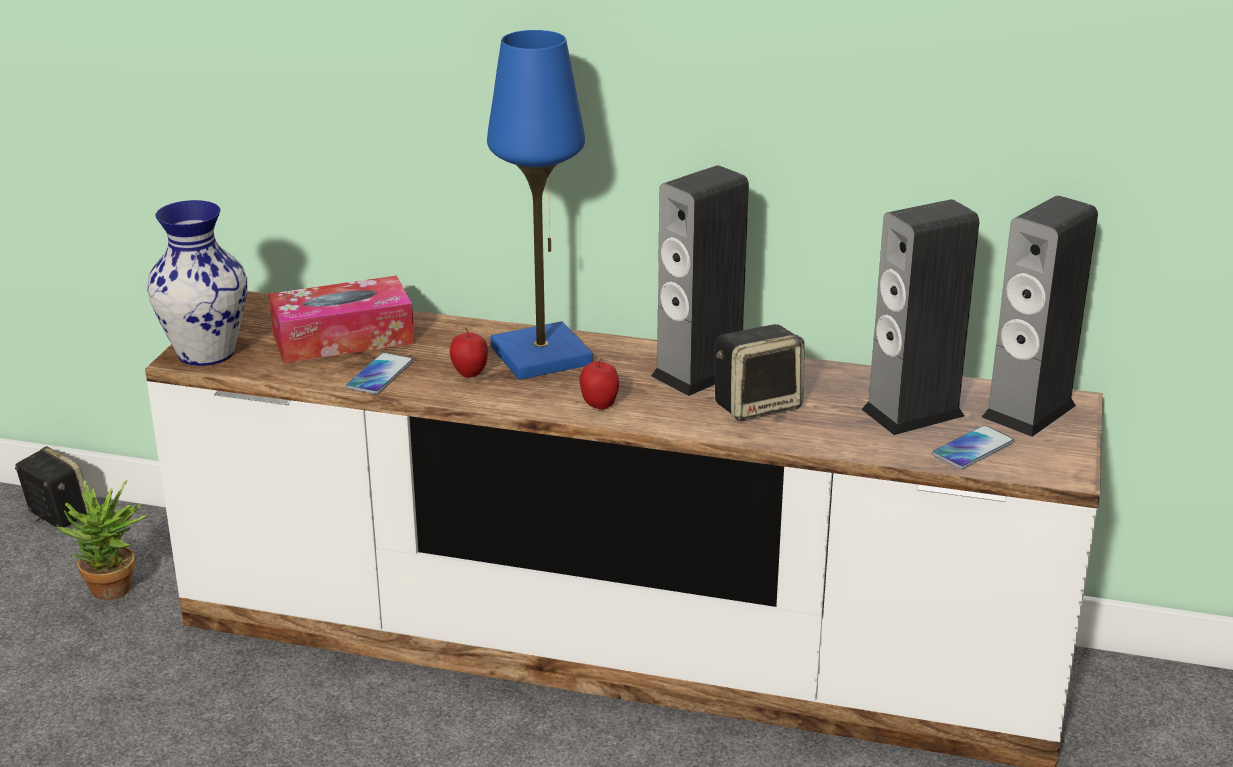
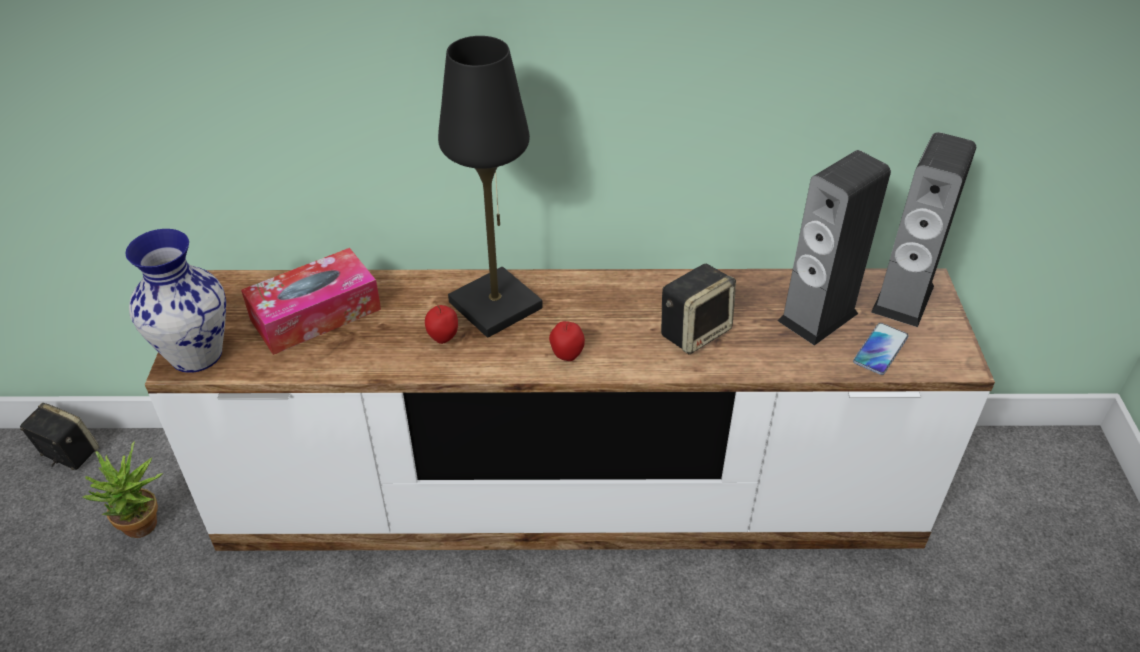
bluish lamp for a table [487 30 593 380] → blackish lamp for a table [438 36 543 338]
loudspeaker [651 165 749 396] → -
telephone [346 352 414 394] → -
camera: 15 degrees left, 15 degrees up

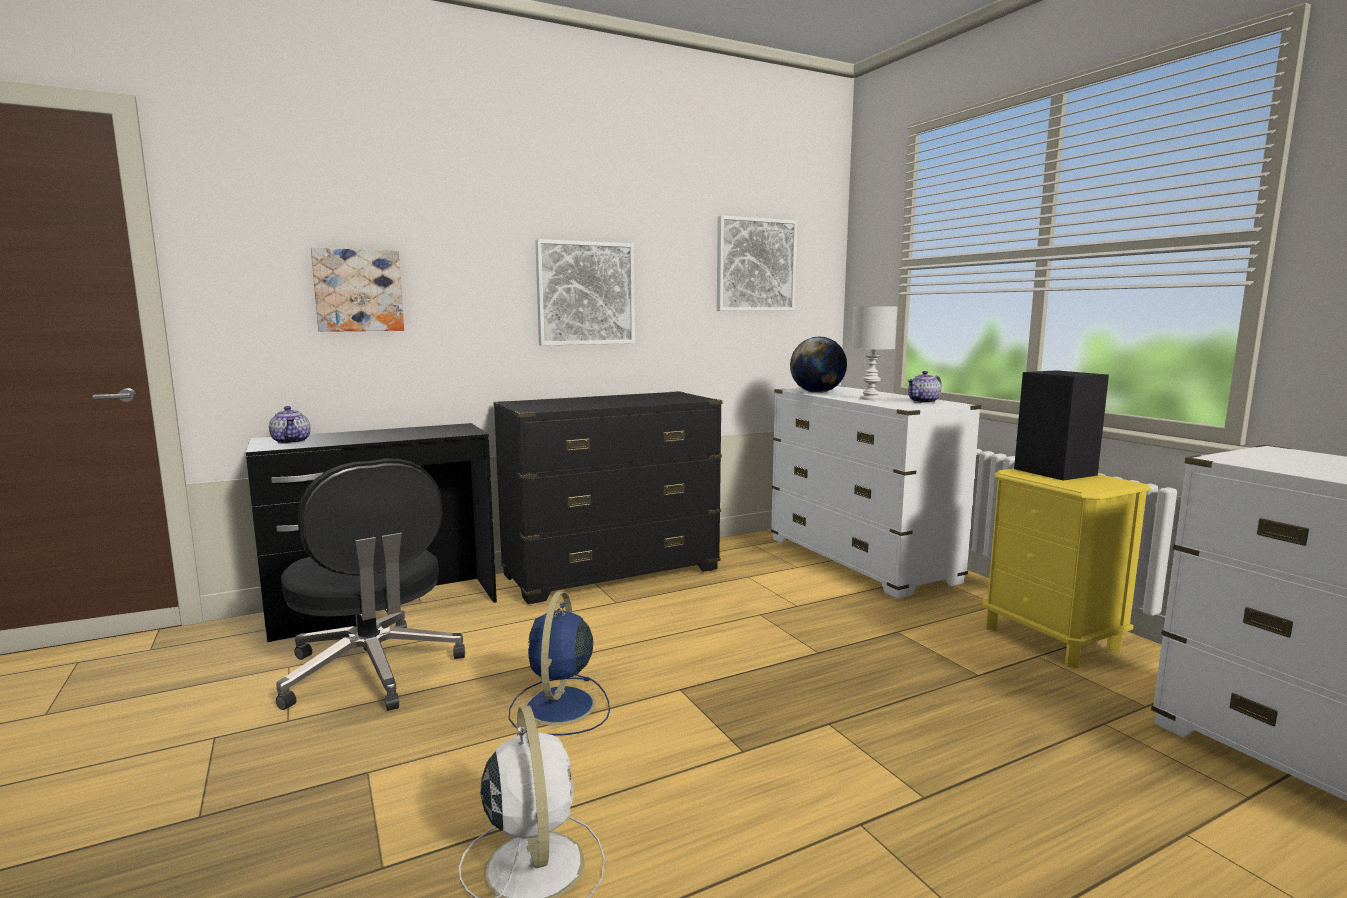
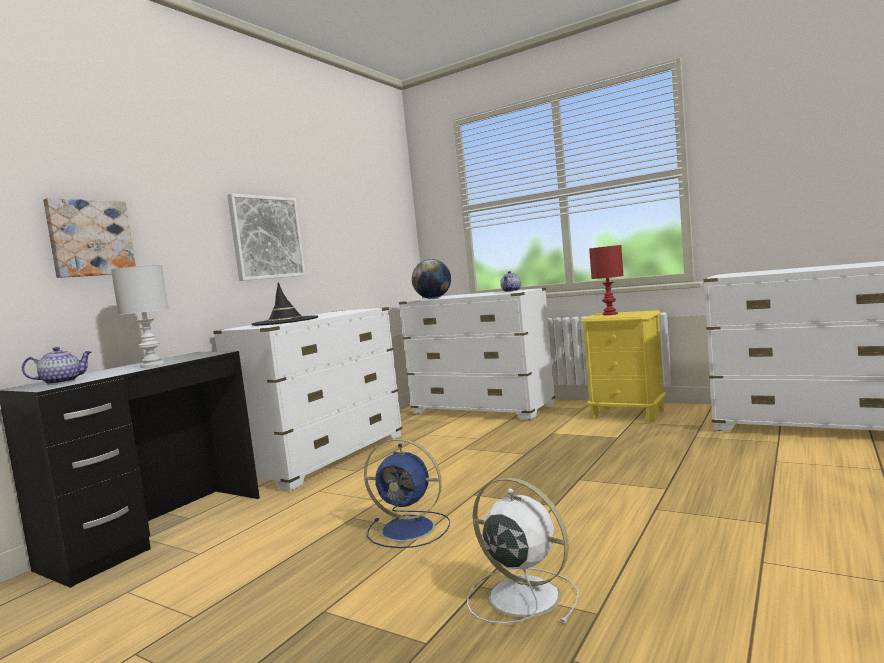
wall picture [717 215 797 311] → -
white-coloured lamp for a table [852 306 898 400] → white-coloured lamp for a table [111 265 169 368], move
blackish loudspeaker [1014 370 1109 480] → red lamp for a table [589 245 624 315]
blackish chest of drawers [493 391 722 604] → white-coloured chest of drawers [213 307 403 491]
pot for tea [269 406 311 444] → pot for tea [22 347 92 385], 60 degrees counterclockwise
blackish office chair [276 459 465 711] → -
bluish cooling fan [509 591 610 736] → bluish cooling fan [364 439 450 548], 45 degrees counterclockwise
- → blackish wearable hat [251 282 318 326]
camera: 30 degrees left, 5 degrees down

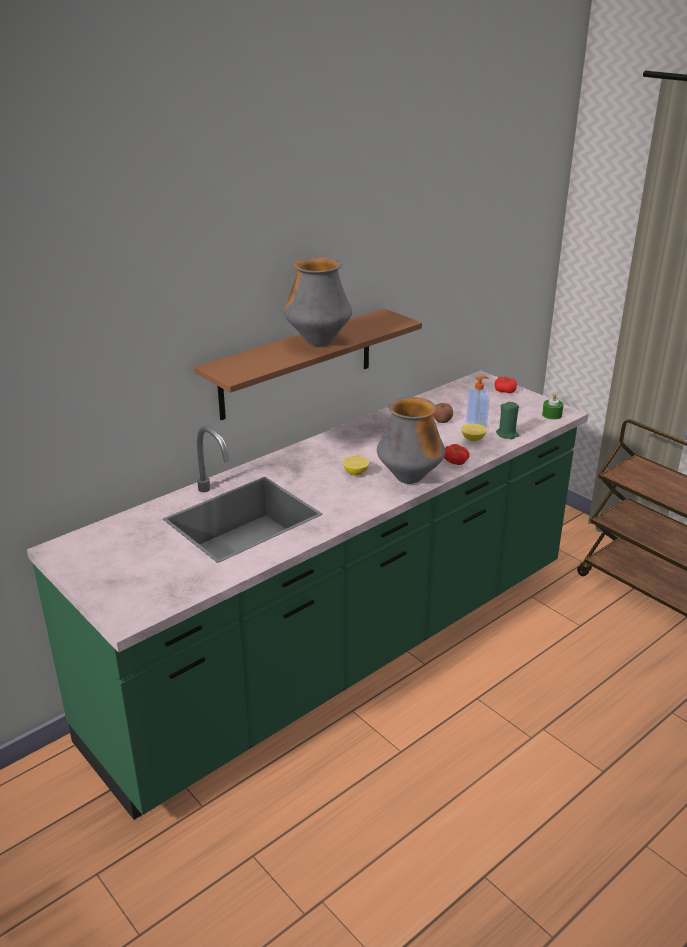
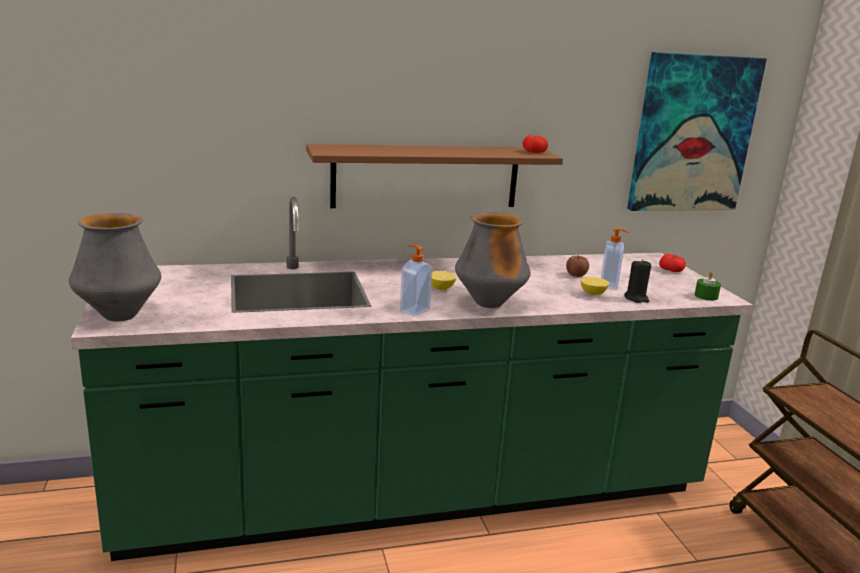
flower vase [284 257 352 346] → flower vase [69 213 161 322], move
greenish wax light [496 402 520 439] → blackish wax light [624 259 651 303]
tomato [444 444 470 465] → tomato [523 135 548 153], move
- → wall picture [627 52 767 211]
- → soap dispenser [400 245 432 316]
camera: 25 degrees right, 10 degrees down

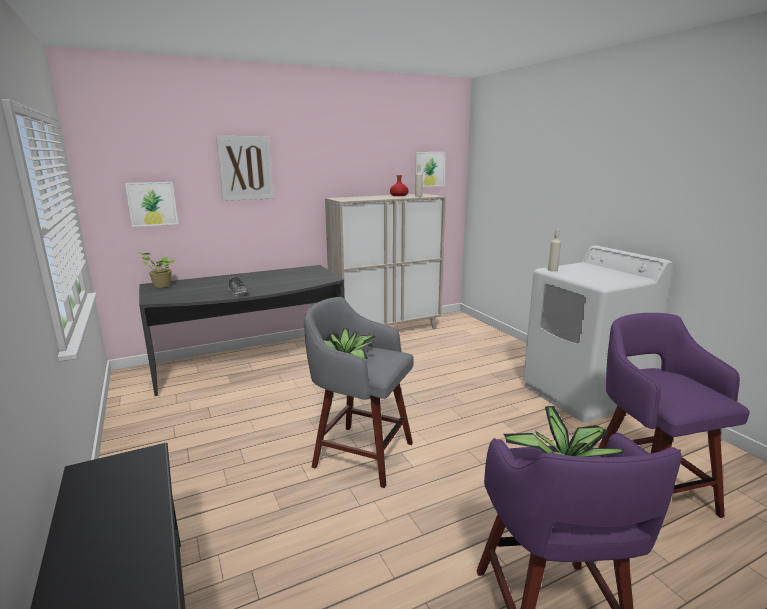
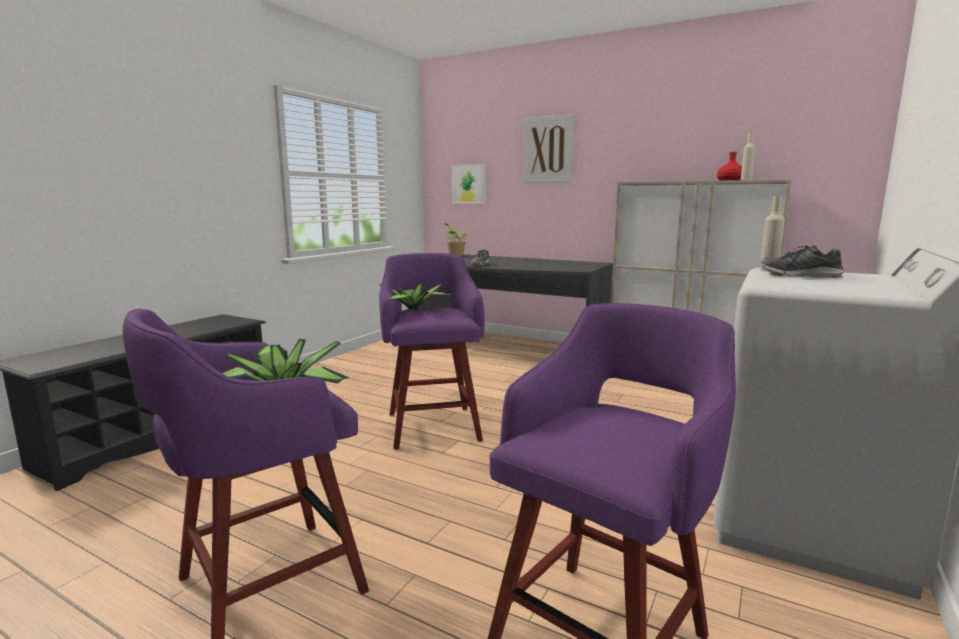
wall picture [415 152 446 187] → -
gray sitting stool [304 297 414 488] → purplish sitting stool [379 253 484 450]
- → item of footwear [760 245 844 278]
camera: 55 degrees right, 5 degrees down

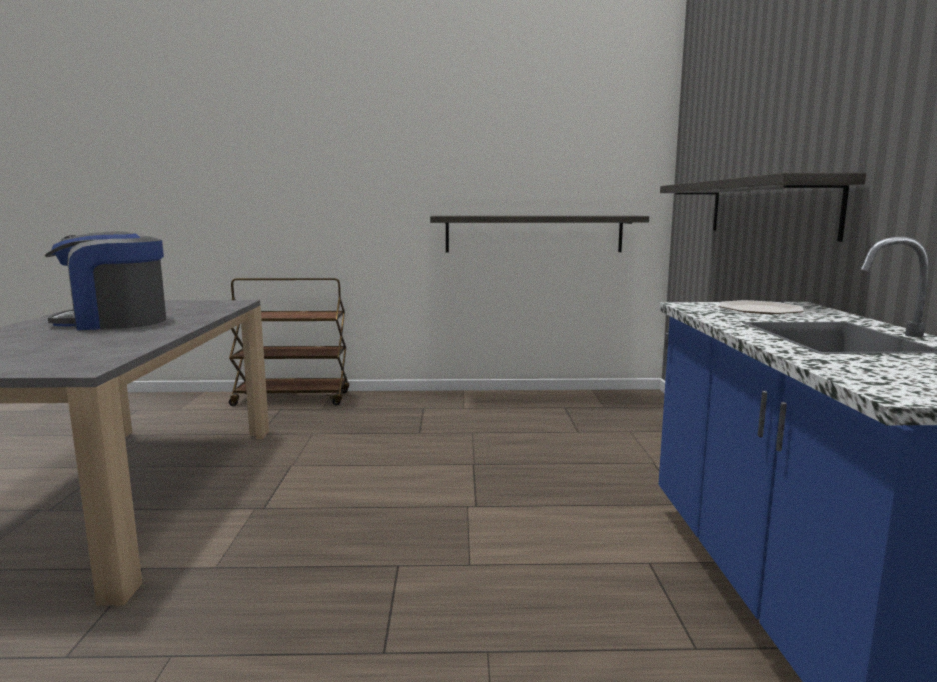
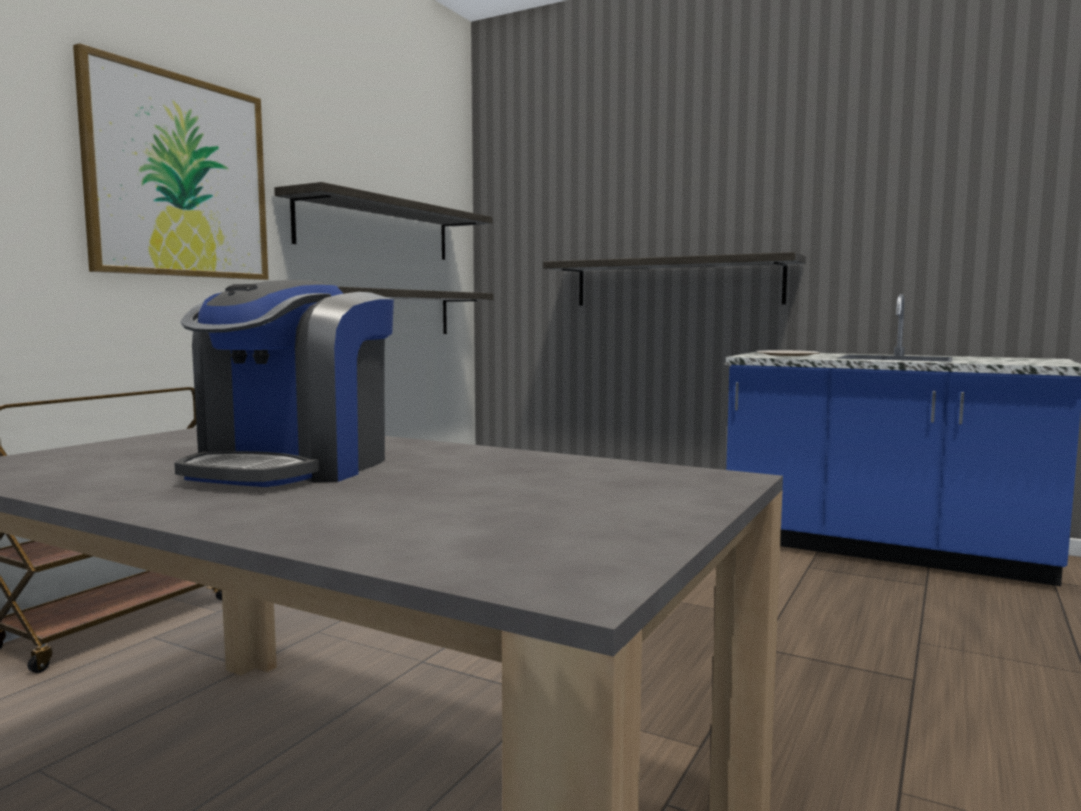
- → wall picture [73 43 269 280]
- → bracket shelf [274 182 493 260]
camera: 60 degrees left, 5 degrees down

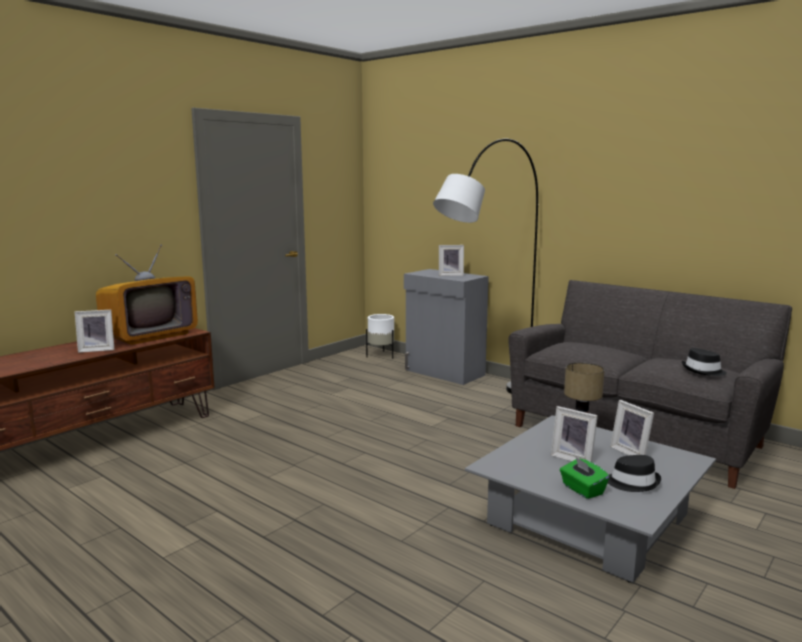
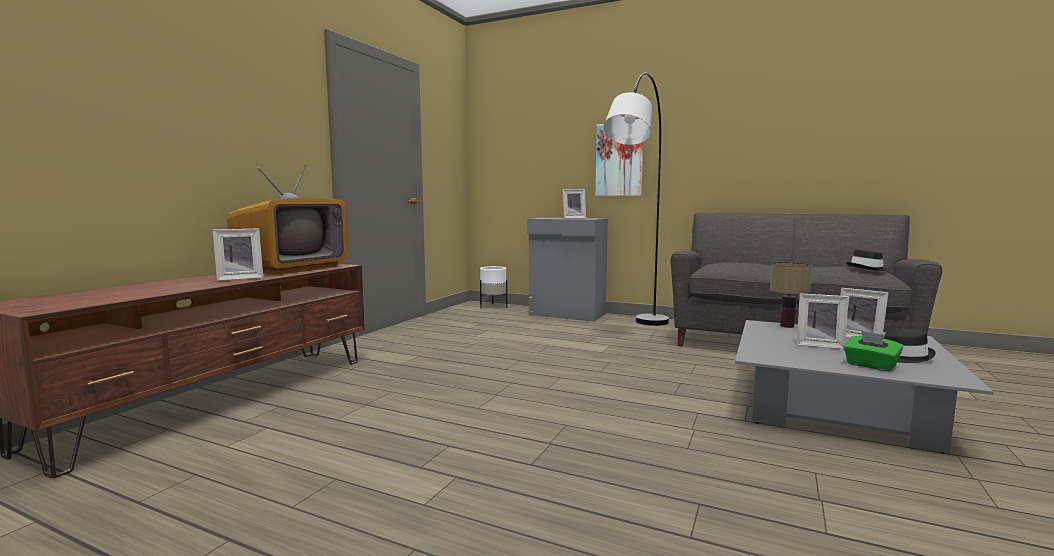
- → wall picture [595 124 643 196]
camera: 15 degrees left, 5 degrees down

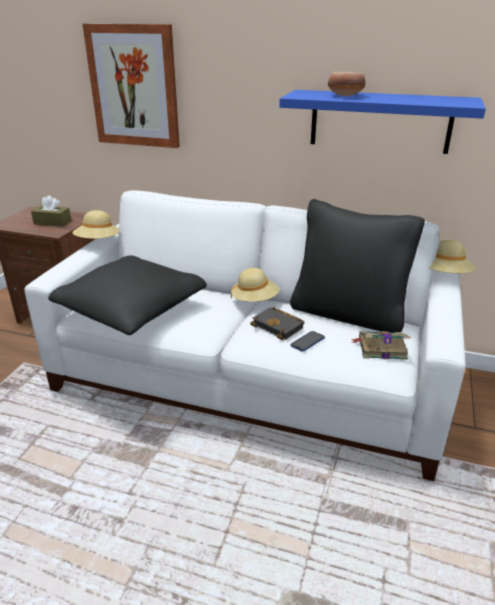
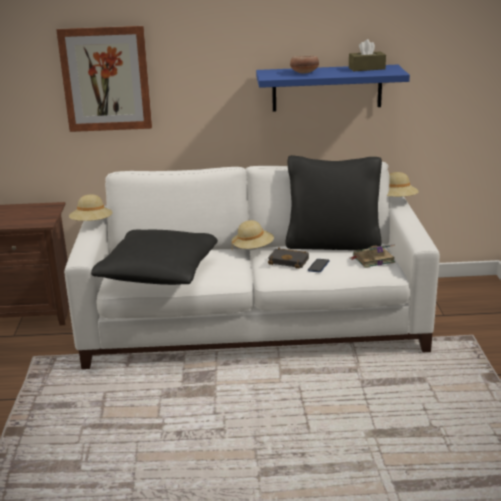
brown-coloured tissue box [31 195 72 227] → brown-coloured tissue box [349 39 386 71], move
camera: 20 degrees left, 5 degrees down

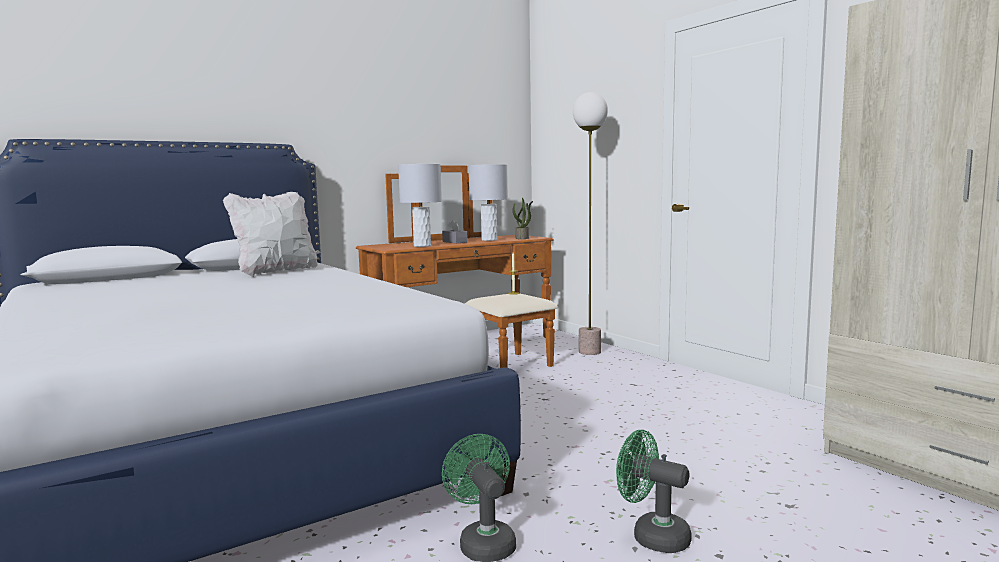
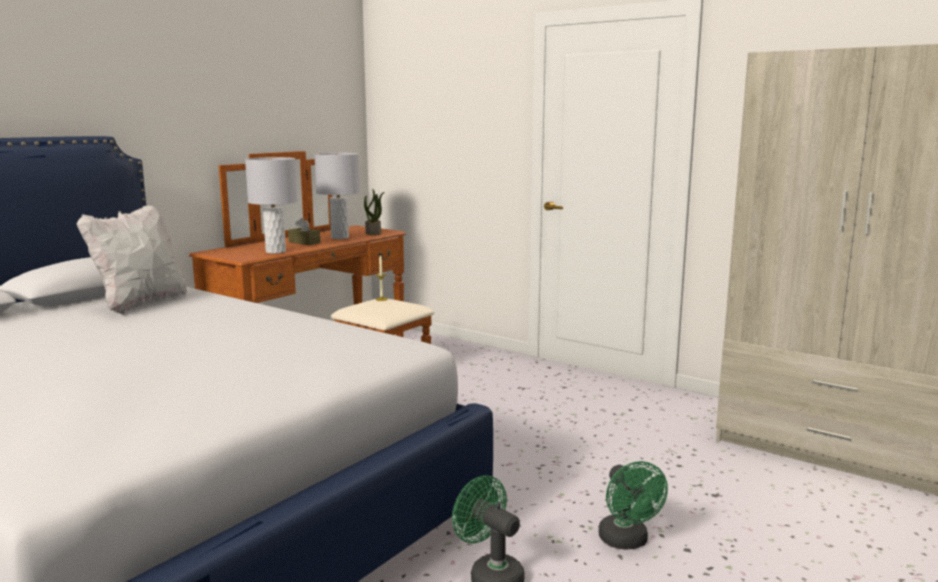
standing lamp [573 92 608 355] → -
gray tissue box [442 220 468 243] → brown-coloured tissue box [288 218 320 245]
greenish cooling fan [616 430 691 553] → greenish cooling fan [599 461 668 550], 120 degrees counterclockwise
camera: 20 degrees left, 5 degrees up

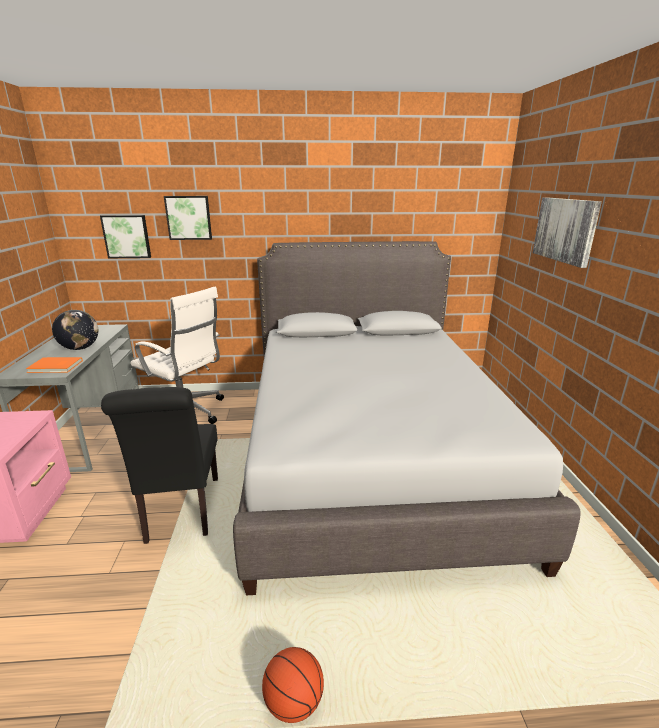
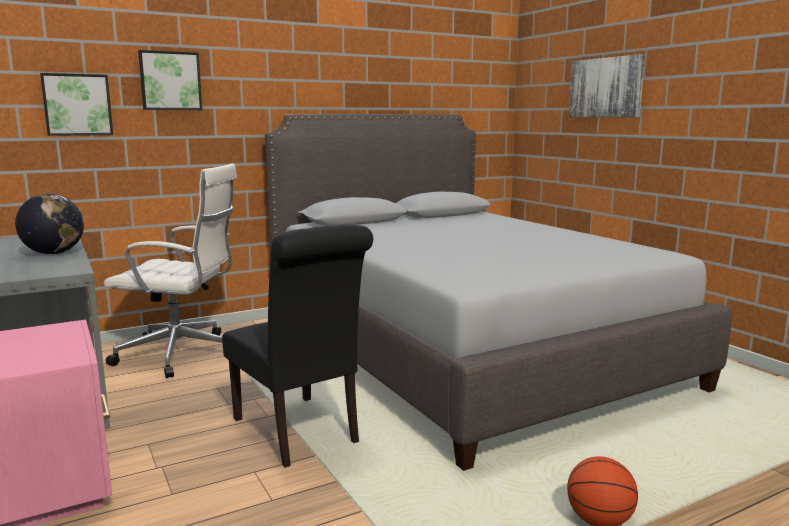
orange-coloured volume [26 357 83 373] → -
camera: 25 degrees left, 10 degrees down

